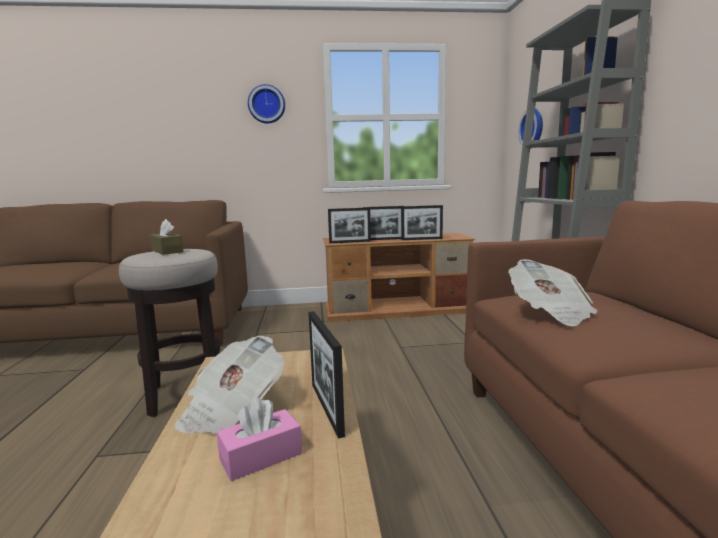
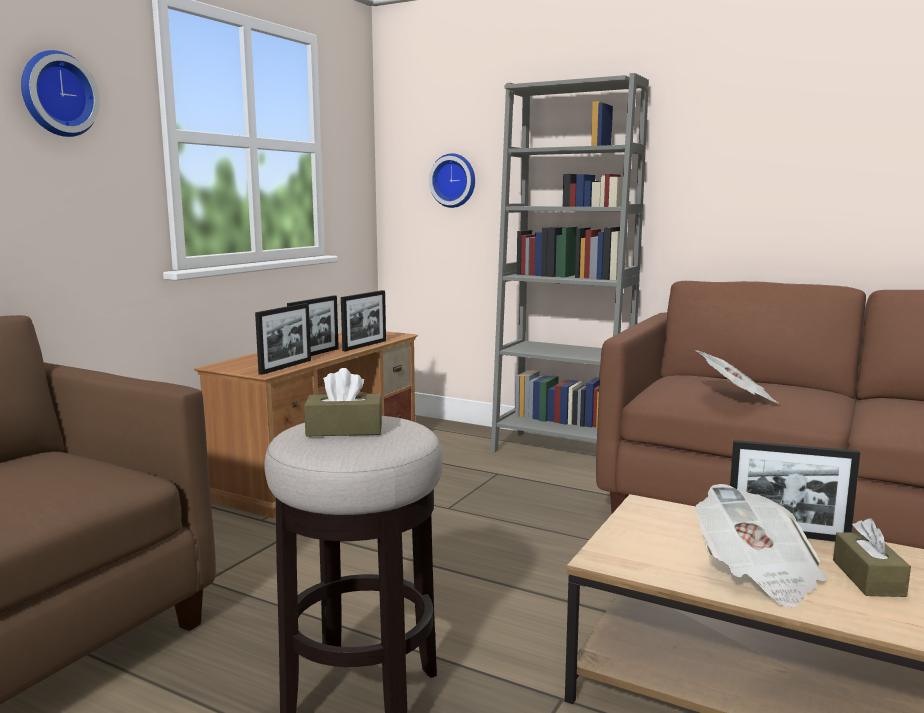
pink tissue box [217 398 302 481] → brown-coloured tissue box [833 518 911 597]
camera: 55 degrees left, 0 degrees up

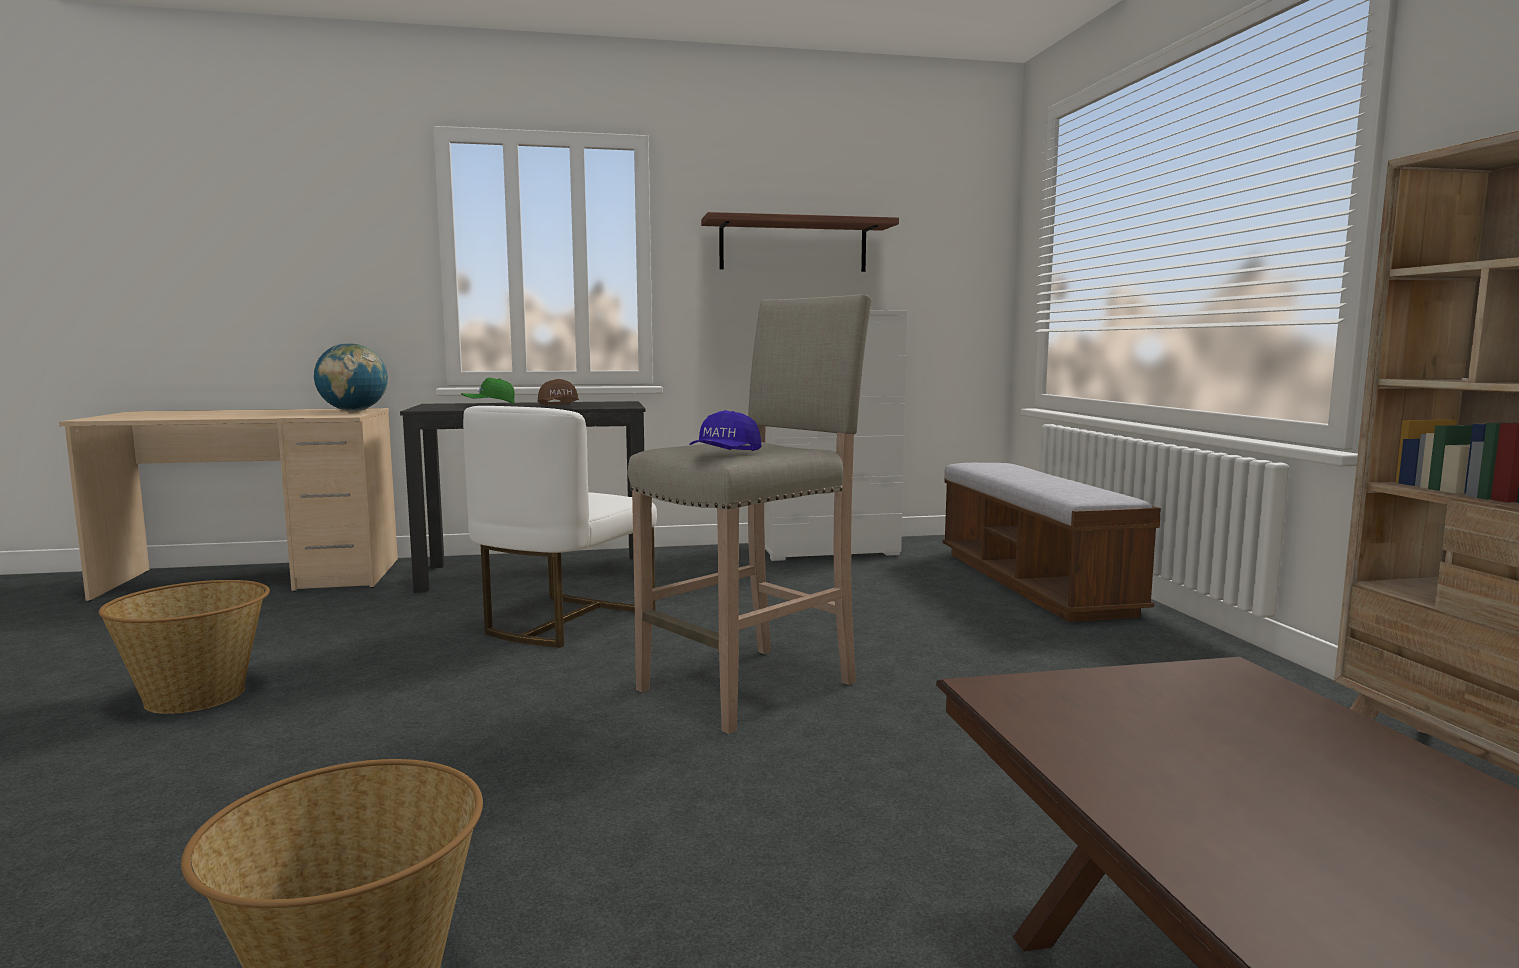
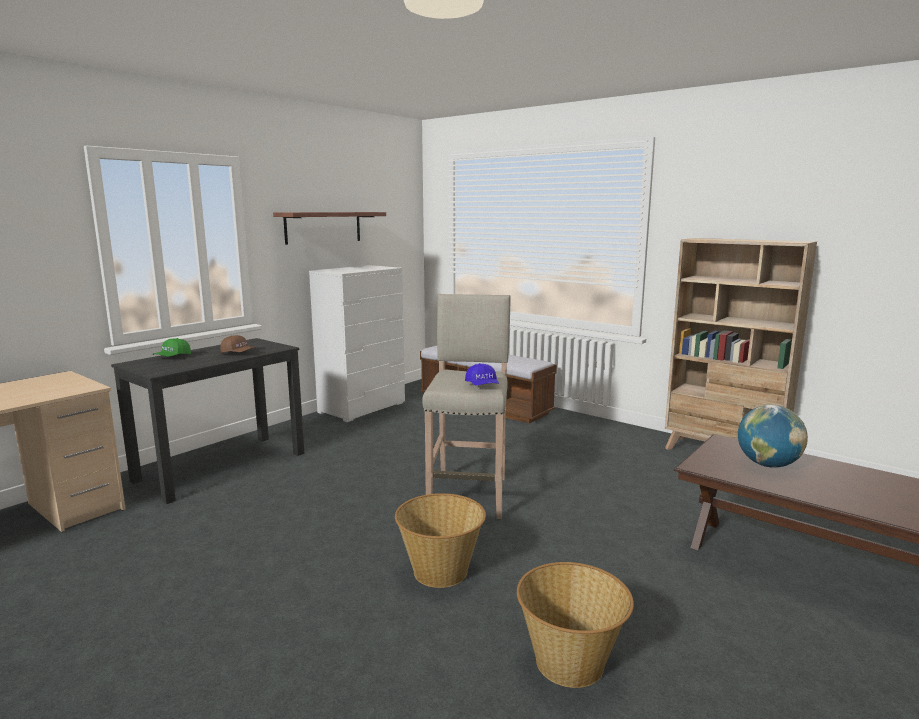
desk globe [314 343 388 411] → desk globe [738 405 808 468], move
white-coloured plain chair [463 406 657 648] → -
household basket [99 580 270 714] → household basket [395 493 486 588], move
camera: 40 degrees left, 5 degrees up

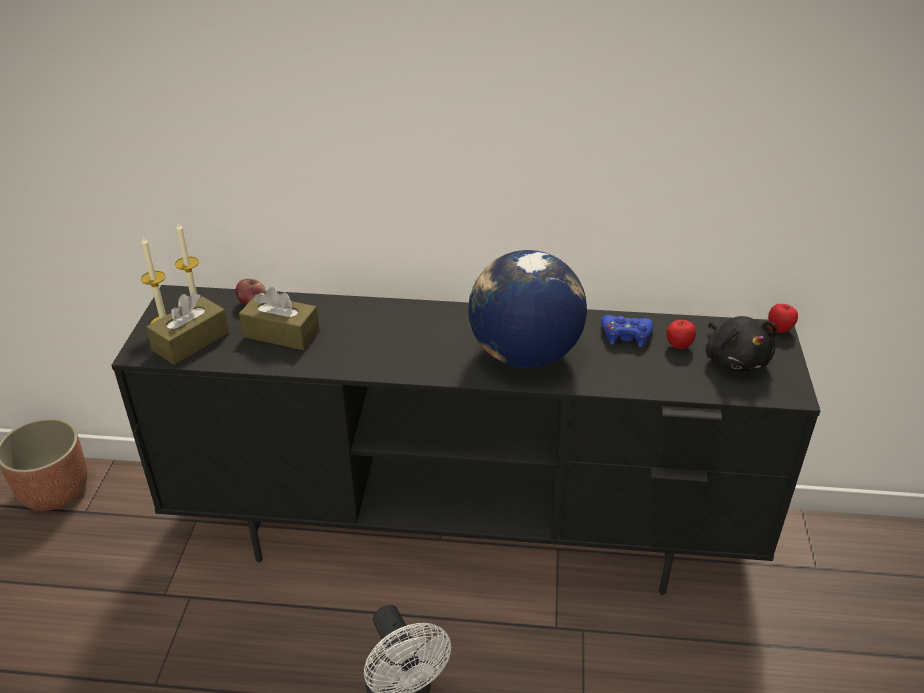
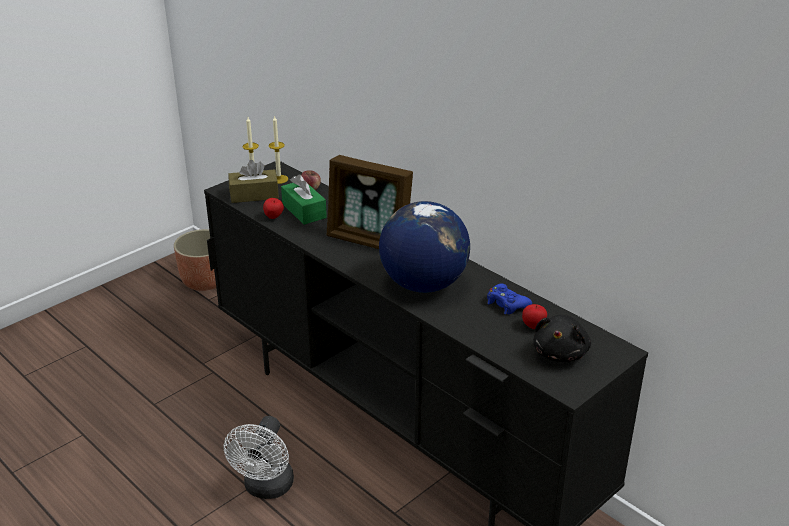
brown-coloured tissue box [239 287 319 350] → greenish tissue box [281 174 327 225]
apple fruit [768 304 798 333] → apple fruit [263 198 284 219], move
- → standing frame [327 155 413 249]
camera: 40 degrees right, 5 degrees down

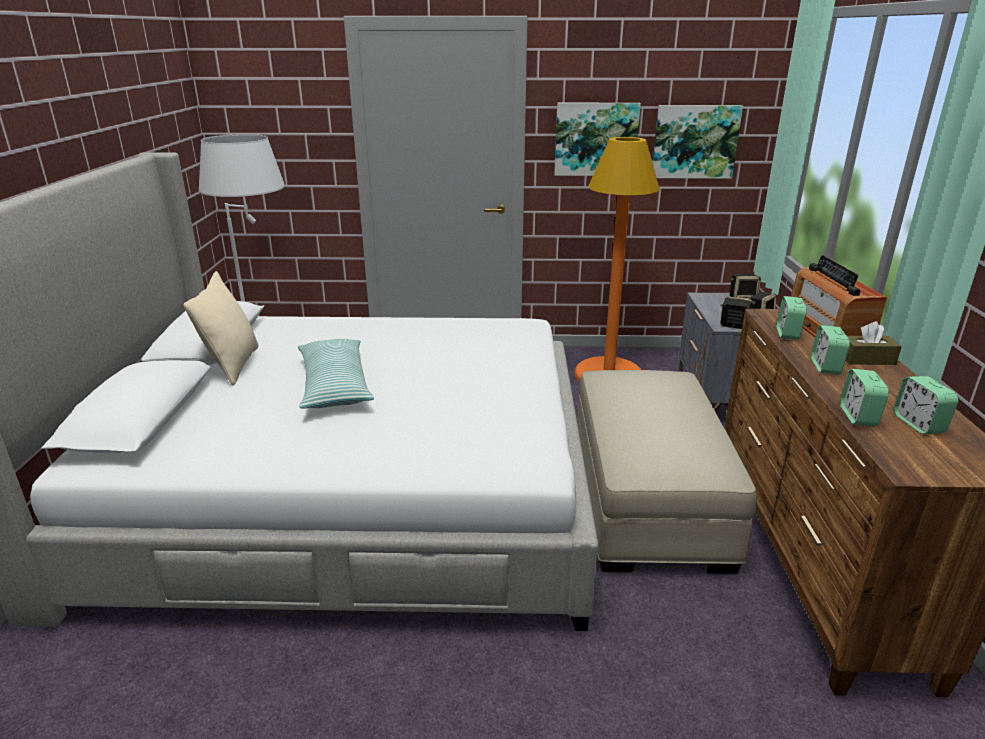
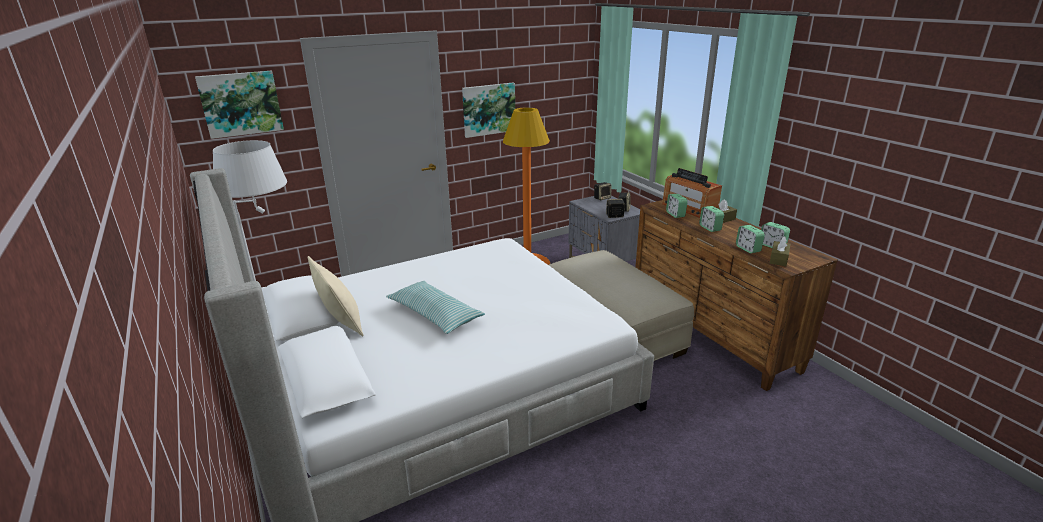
wall picture [653 105 743 179] → wall picture [195 71 284 139], move
- → brown-coloured tissue box [770 237 790 266]
camera: 30 degrees left, 0 degrees up

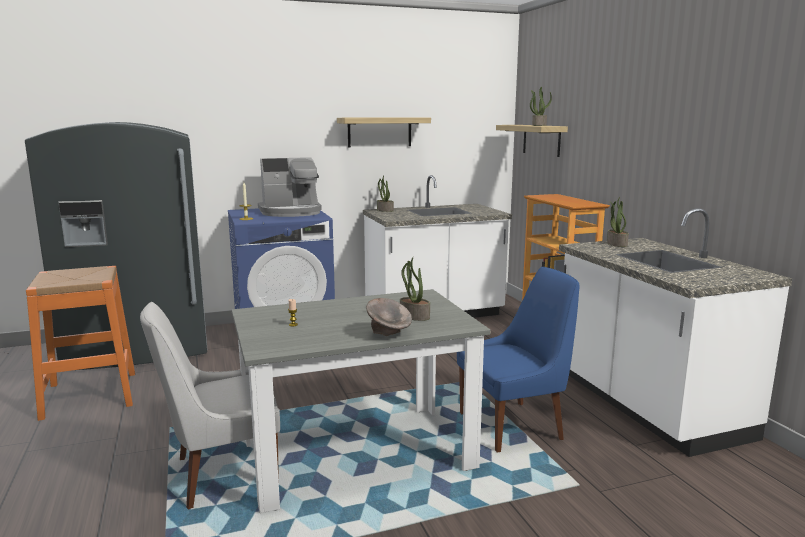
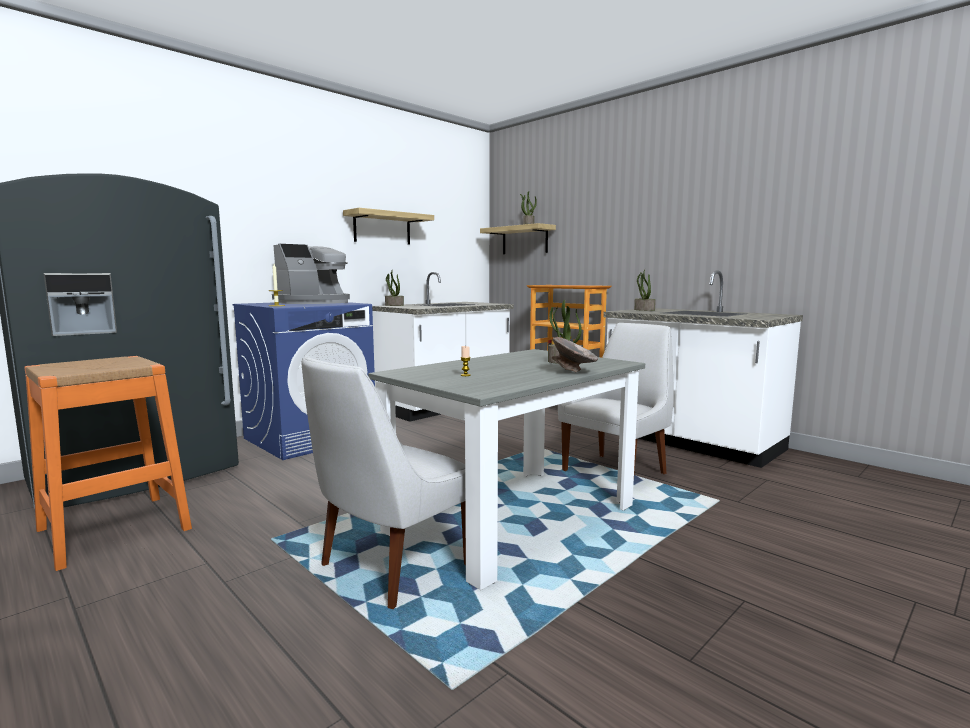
bluish plain chair [457 267 580 453] → white-coloured plain chair [558 323 674 474]
camera: 25 degrees left, 5 degrees down

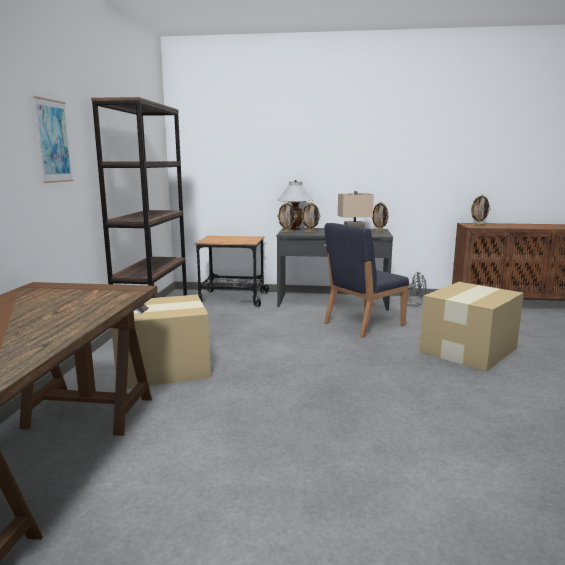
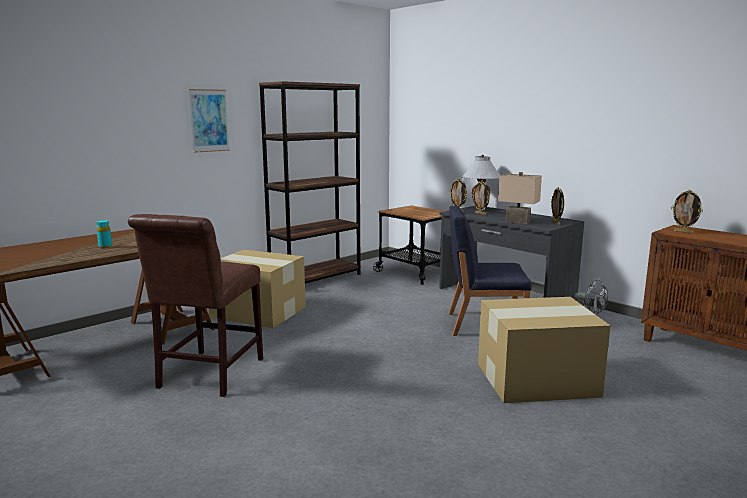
- → brown-coloured plain chair [128 214 263 397]
- → turquoise-coloured drink bottle [97 220 112 248]
camera: 40 degrees right, 0 degrees up

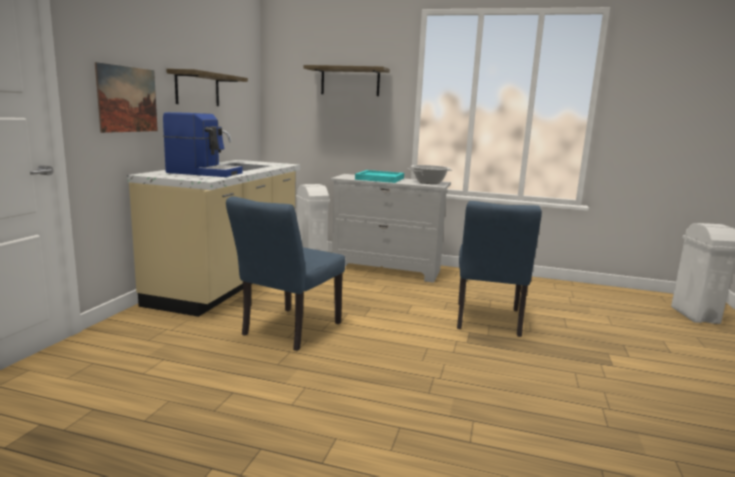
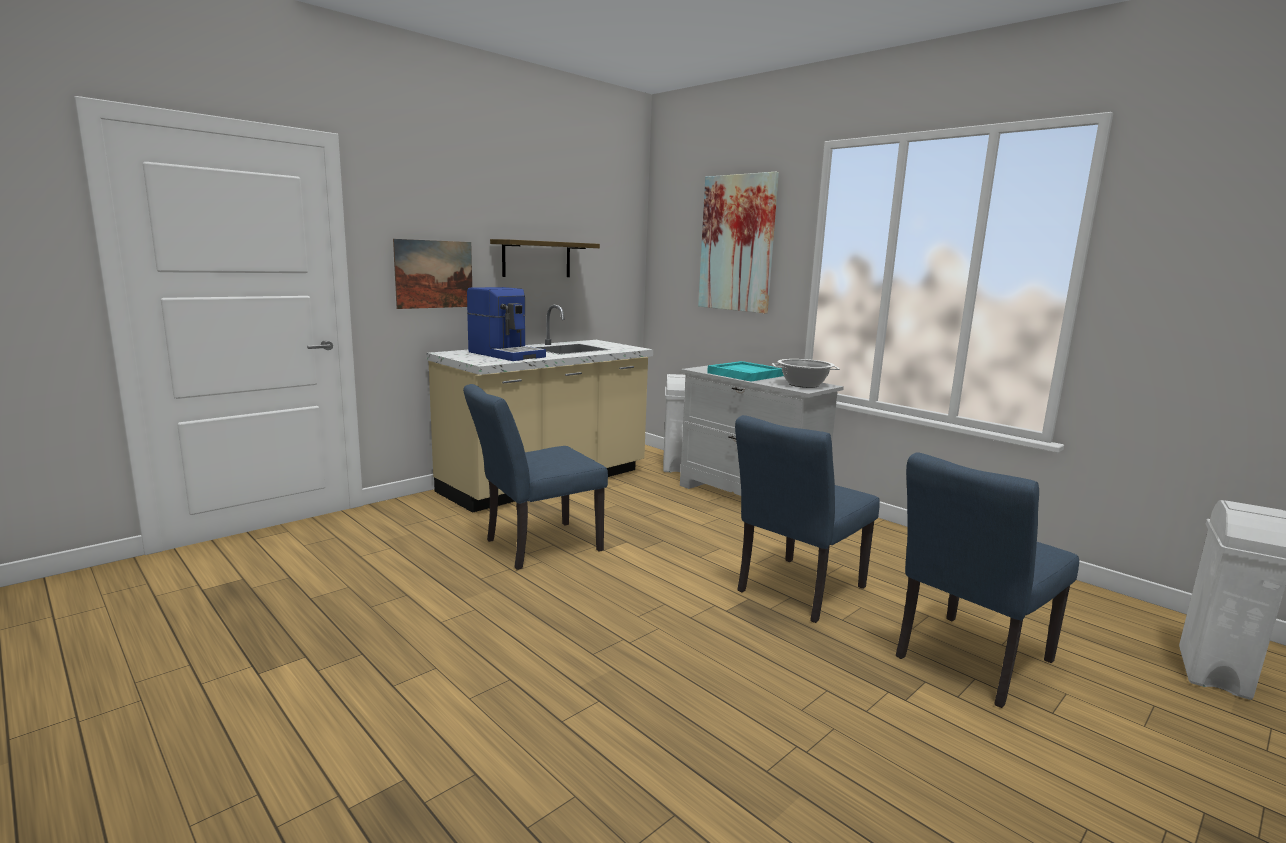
bracket shelf [303 65 390 96] → wall picture [698 172 779 313]
- → bluish plain chair [896 452 1079 708]
camera: 30 degrees right, 0 degrees up

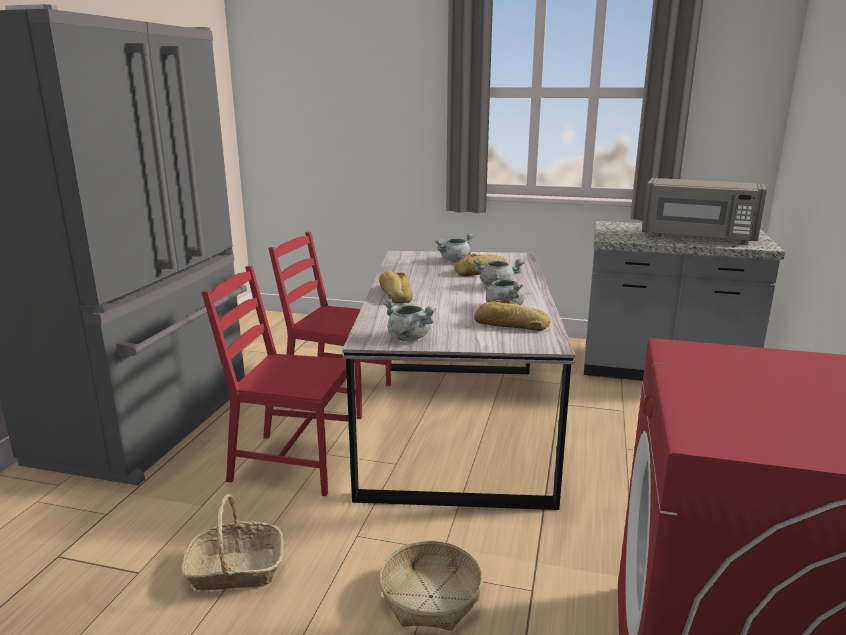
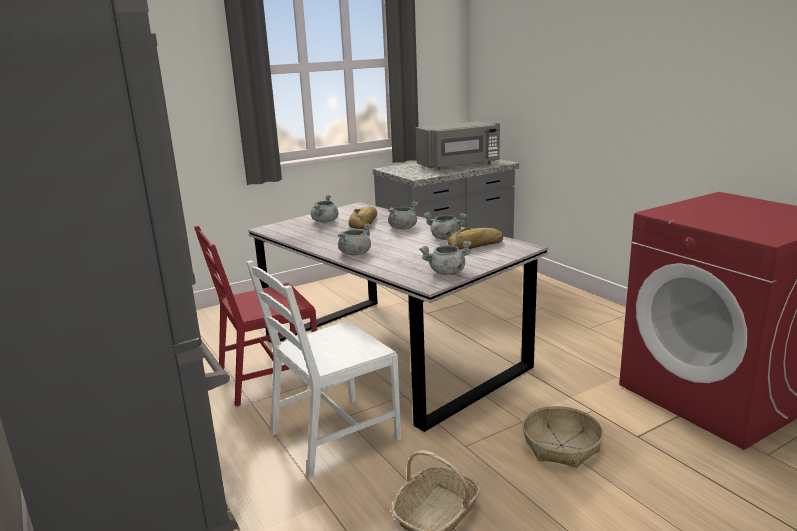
red plain chair [202 266 355 496] → white-coloured plain chair [246 260 401 478]
bread [379 271 413 303] → gray stockpot [338 223 372 255]
camera: 45 degrees left, 0 degrees up

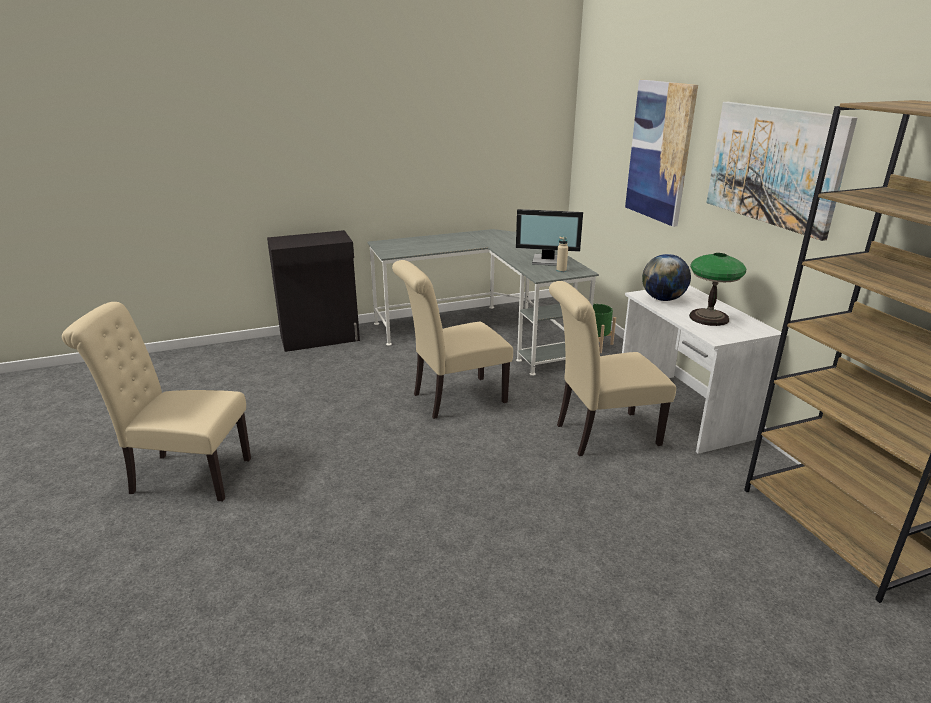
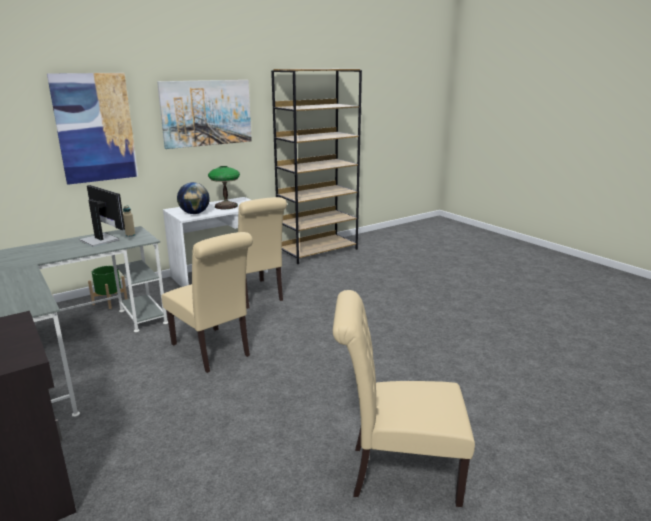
monitor [516 209 583 266] → monitor [79 185 125 247], 45 degrees counterclockwise
sand-coloured plain chair [62 302 251 501] → sand-coloured plain chair [333 290 475 507], 105 degrees clockwise
camera: 105 degrees left, 5 degrees down

